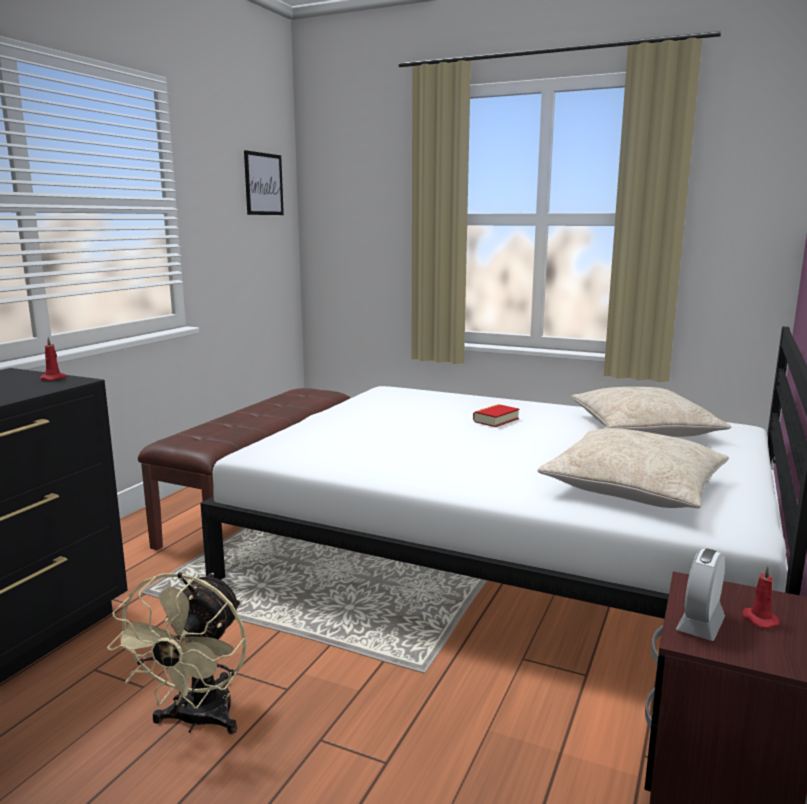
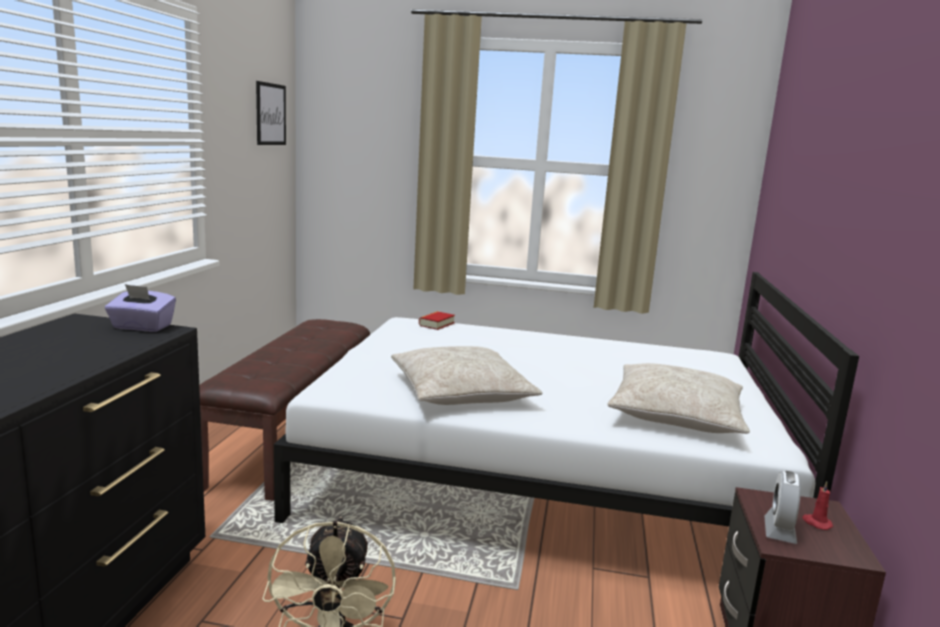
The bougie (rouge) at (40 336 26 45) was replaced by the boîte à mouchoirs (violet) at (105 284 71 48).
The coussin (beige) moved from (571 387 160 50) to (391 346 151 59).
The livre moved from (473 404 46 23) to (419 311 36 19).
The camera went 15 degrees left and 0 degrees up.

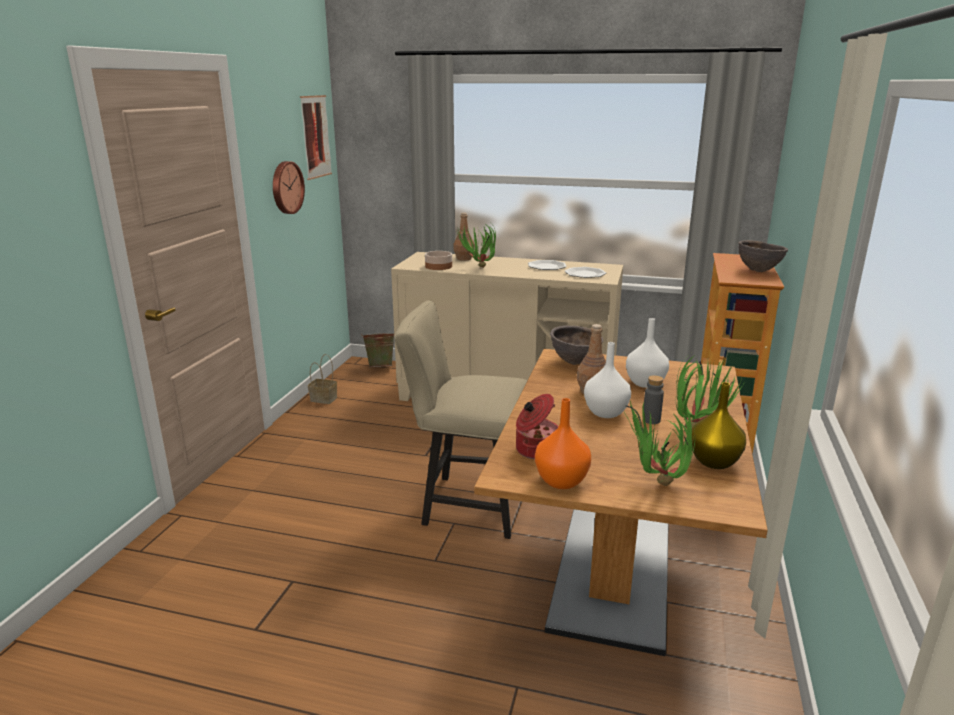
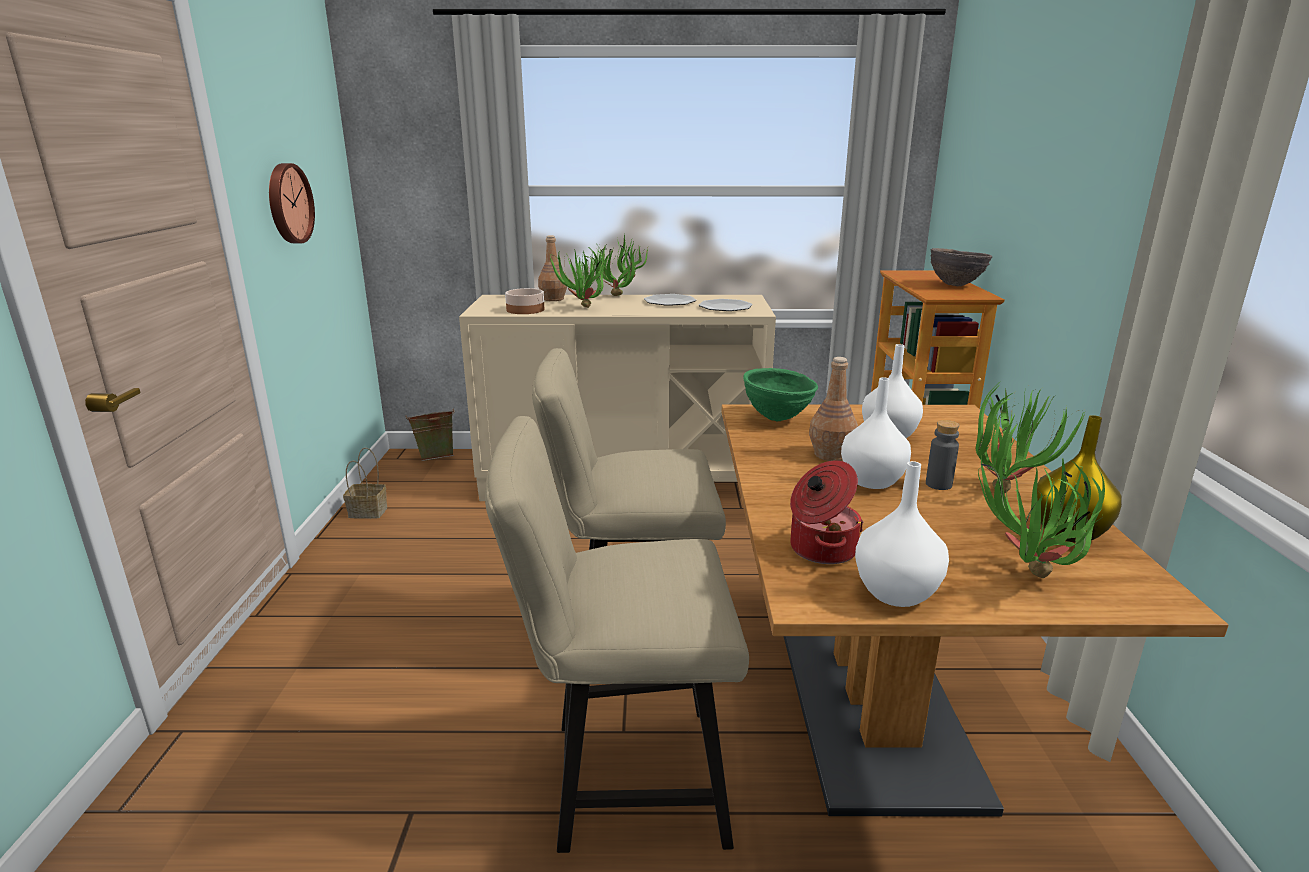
The tableau at (300 95 32 85) disappeared.
The bol (marron) at (550 326 53 39) became the bol (vert) at (743 368 75 53).
The vase (orange) at (535 398 56 91) became the vase (blanc) at (855 461 94 146).
The plante en pot at (597 233 51 63) appeared.
The chaise (beige) at (485 416 264 437) appeared.
The camera went 15 degrees left and 0 degrees up.

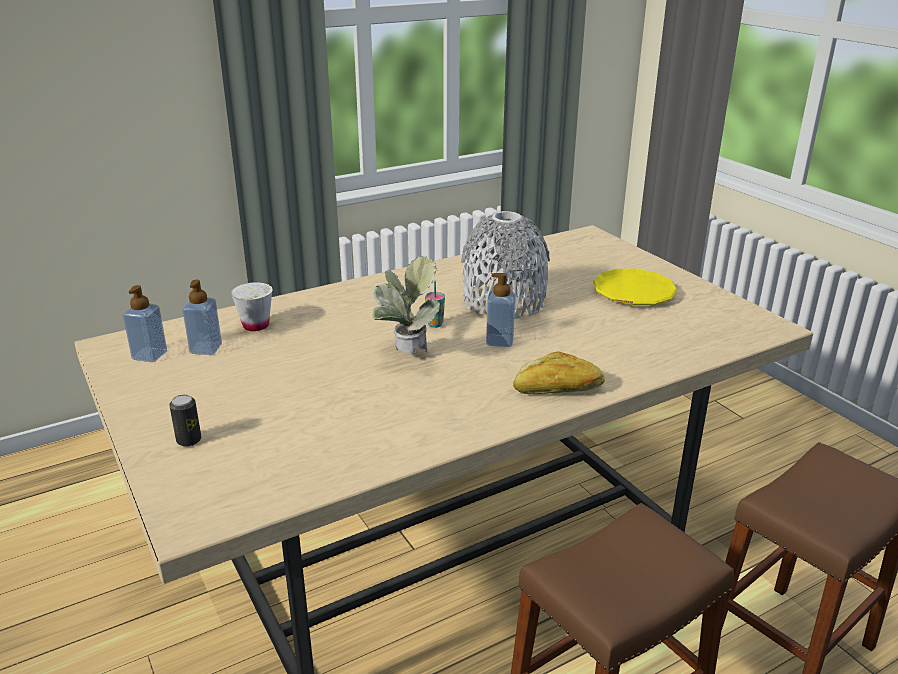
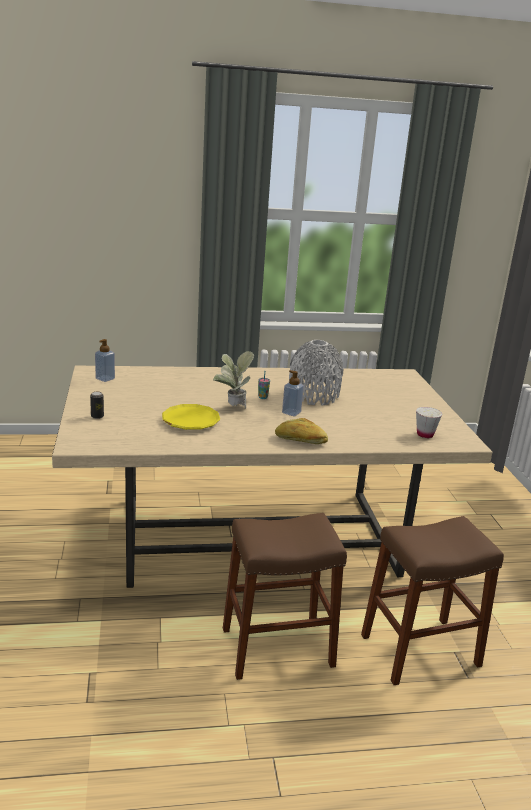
The assiette (jaune) moved from (593 269 84 36) to (162 404 58 26).
The distributeur de savon at (182 280 40 75) disappeared.
The tasse (blanc) moved from (231 282 42 49) to (416 407 26 31).
The camera went 20 degrees right and 5 degrees down.

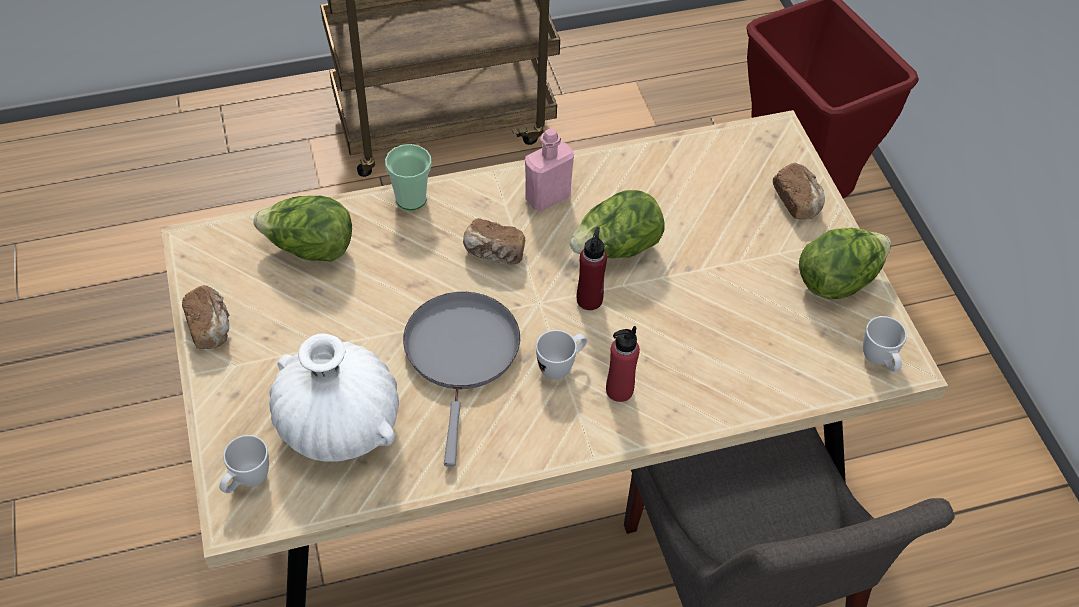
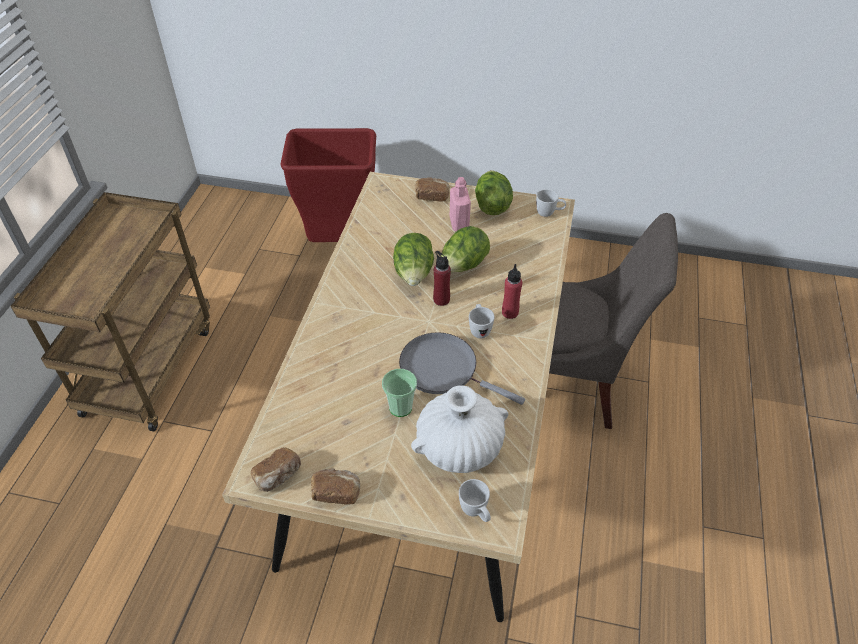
The bouteille (rose) moved from (525 128 49 84) to (450 177 21 54).
The tasse moved from (385 144 47 66) to (382 369 35 48).
The laitue moved from (253 196 99 66) to (441 226 49 47).
The pain moved from (463 218 62 47) to (251 448 50 44).
The camera went 60 degrees left and 5 degrees down.

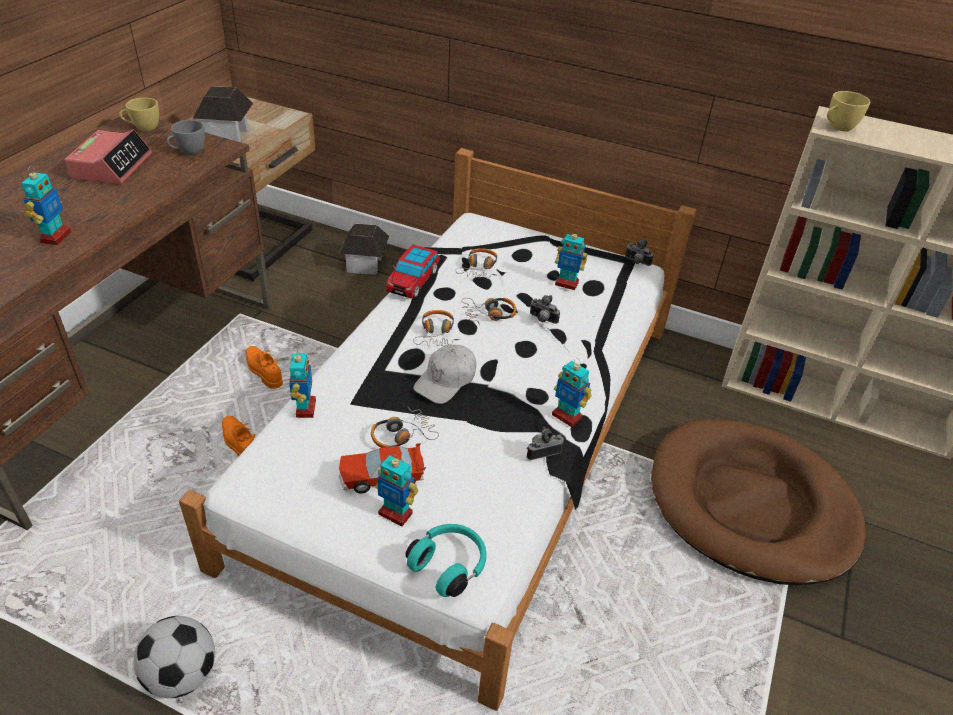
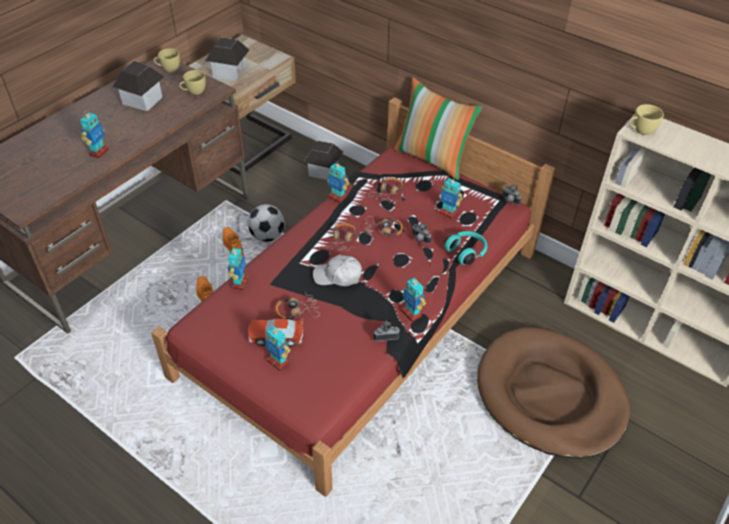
The tasse (gris) at (167 120 38 35) became the tasse (jaune) at (179 70 27 25).
The réveil at (65 129 87 56) was replaced by the maison miniature at (113 61 51 50).
The lit (blanc) at (179 148 517 563) became the lit (rouge) at (151 97 404 400).
The petite voiture at (386 245 53 54) was replaced by the robot jouet at (327 163 22 40).
The casquette (blanc) at (413 344 63 60) turned 45 degrees clockwise.
The casque audio (turquoise) moved from (405 524 82 73) to (444 231 43 34).
The ballon de foot moved from (134 616 81 82) to (248 204 37 38).
The coussin at (394 78 88 102) appeared.
The camera went 15 degrees right and 5 degrees up.

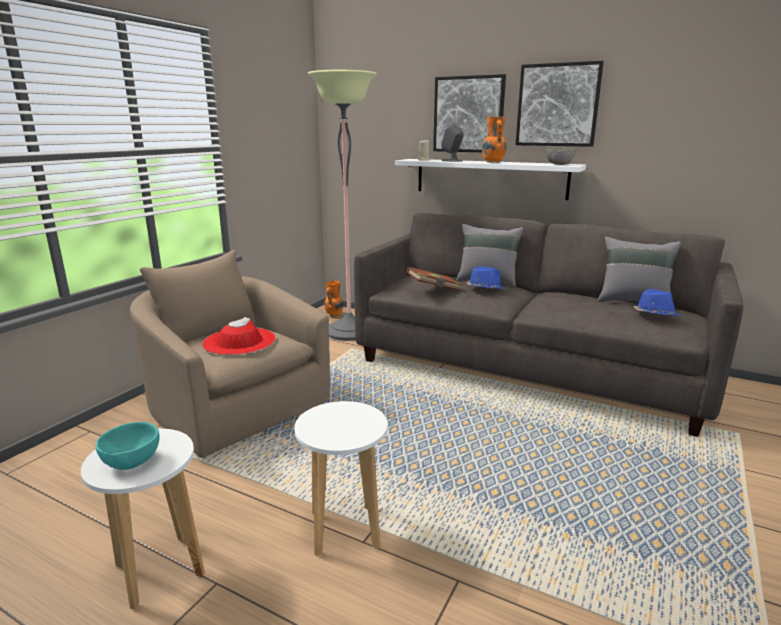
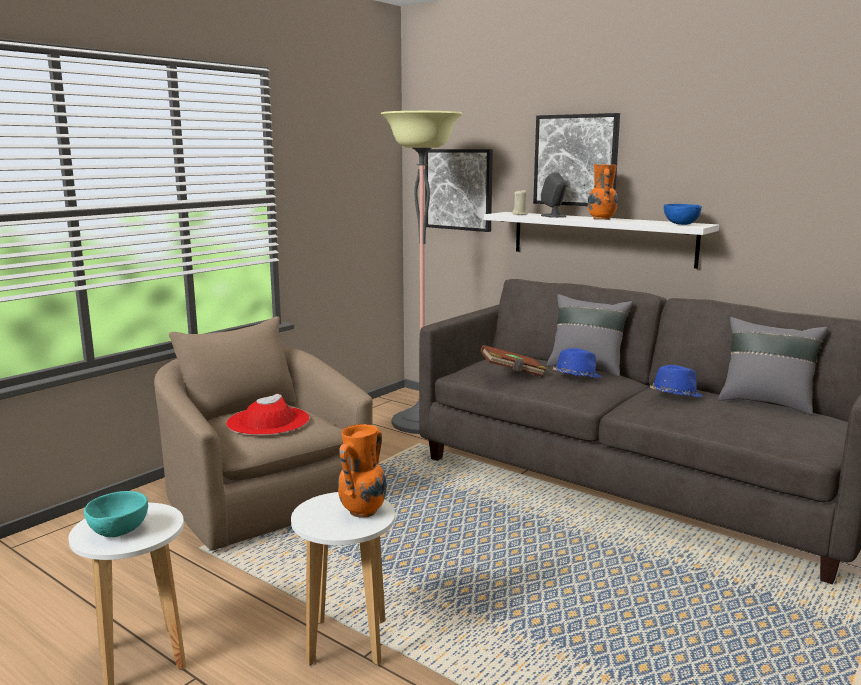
The tableau moved from (516 61 88 86) to (425 149 68 83).
The bol (gris) at (546 148 30 17) became the bol (bleu) at (664 204 38 21).
The vase (orange) moved from (325 281 18 36) to (338 424 49 94).
The chapeau (bleu) moved from (634 289 47 27) to (650 365 53 32).
The camera went 10 degrees right and 5 degrees down.

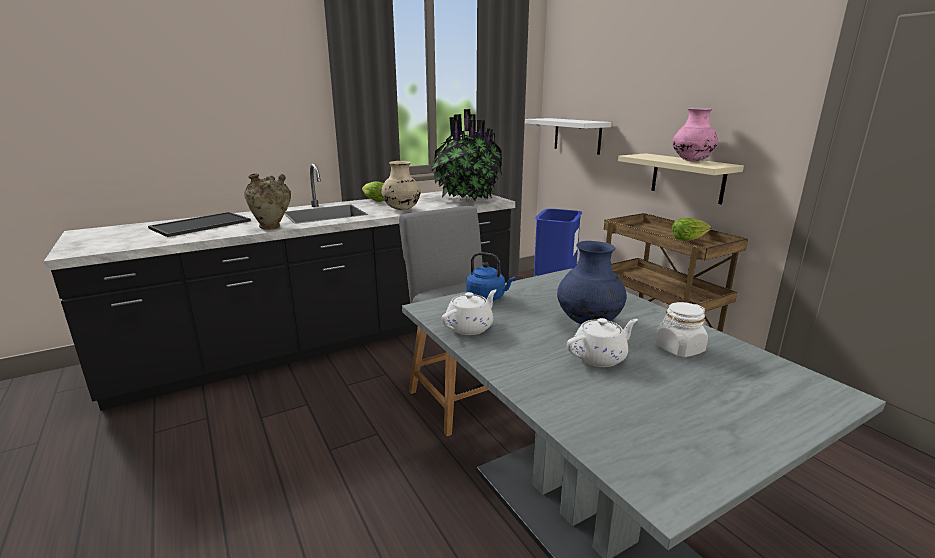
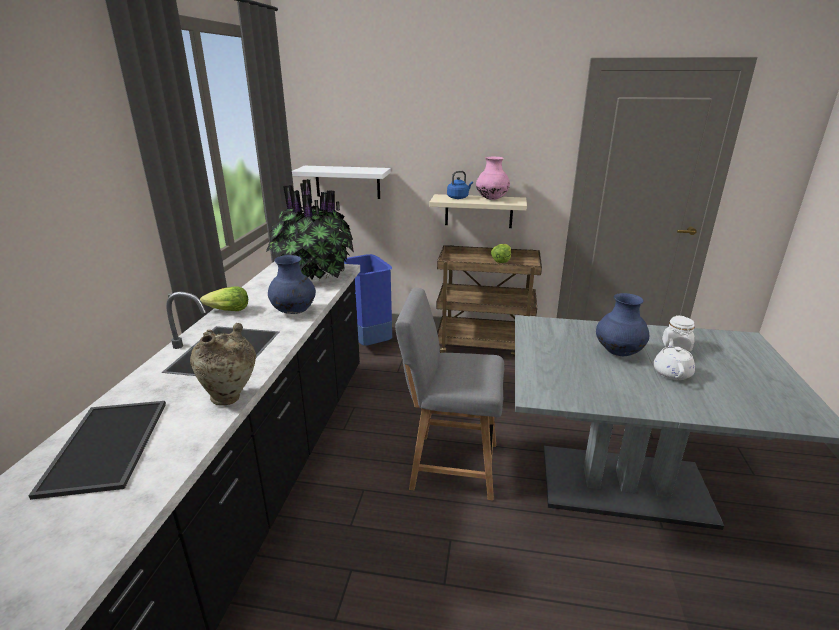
The vase (beige) at (381 161 40 50) became the vase (bleu) at (268 255 48 59).
The bouilloire (bleu) moved from (466 252 49 49) to (447 171 26 28).
The théière (blanc) at (442 290 55 45) disappeared.
The camera went 50 degrees left and 5 degrees up.

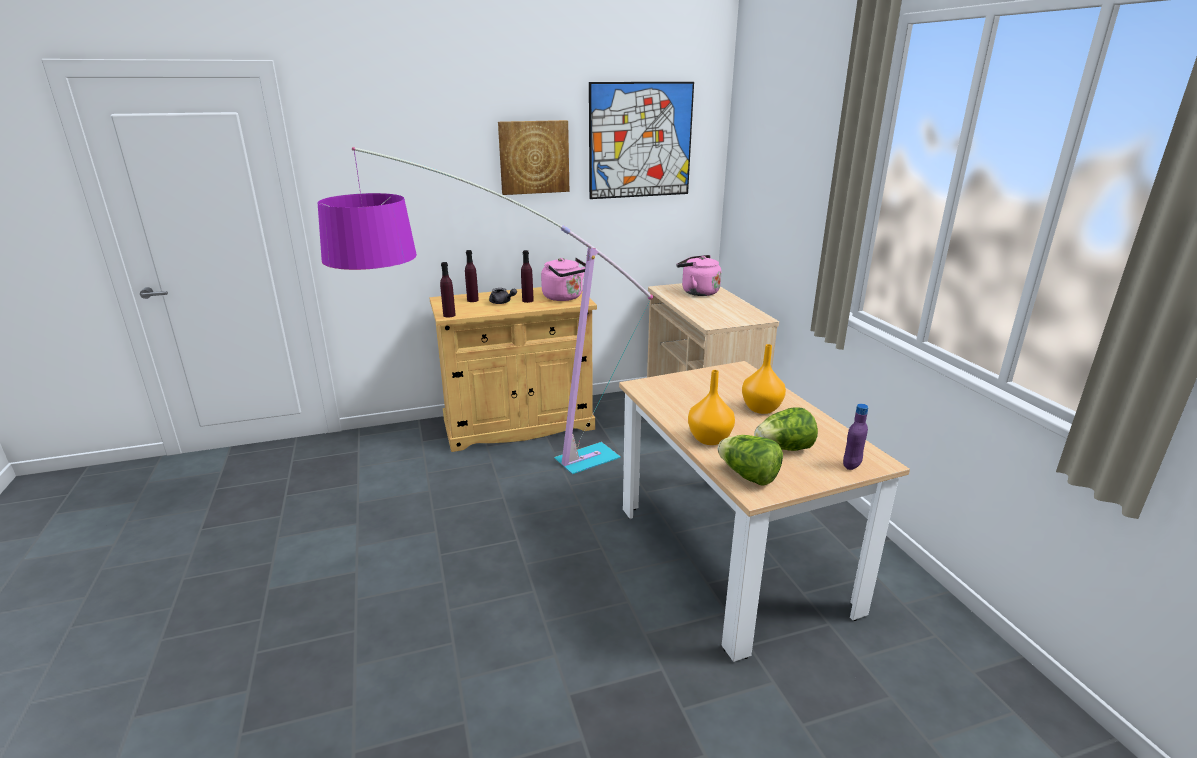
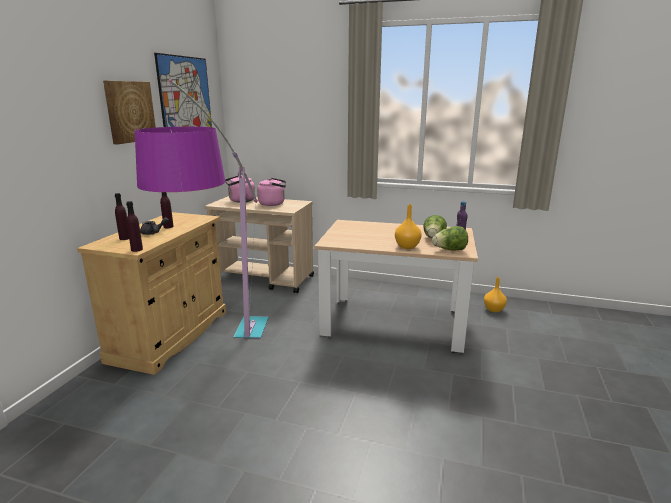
The bouilloire (rose) moved from (541 258 45 43) to (257 178 29 28).
The vase (orange) moved from (742 344 44 70) to (484 277 23 35).
The camera went 55 degrees left and 5 degrees down.

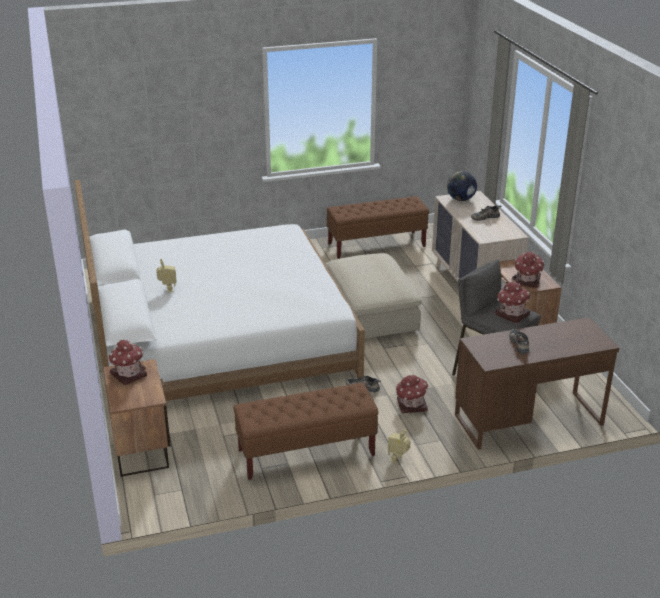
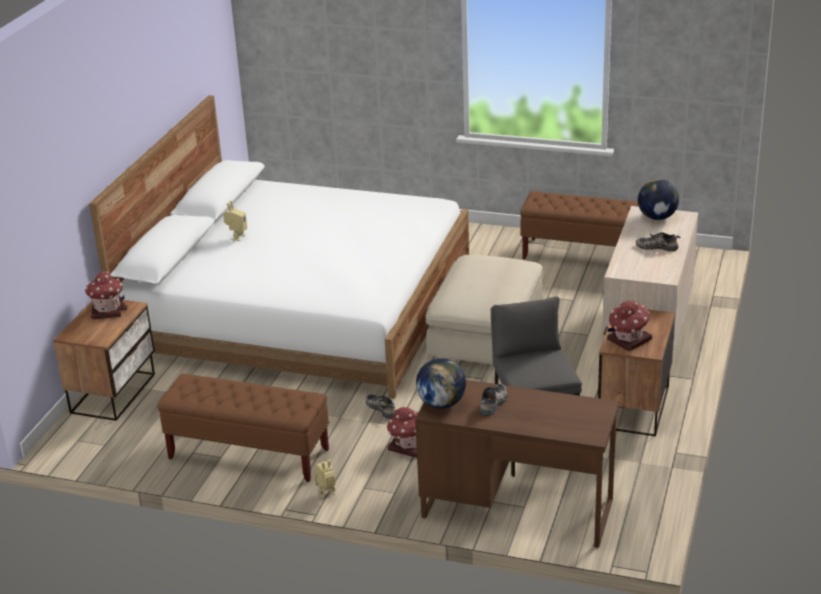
The maison miniature at (494 282 36 42) disappeared.
The globe at (416 358 50 50) appeared.
The camera went 35 degrees right and 0 degrees up.

